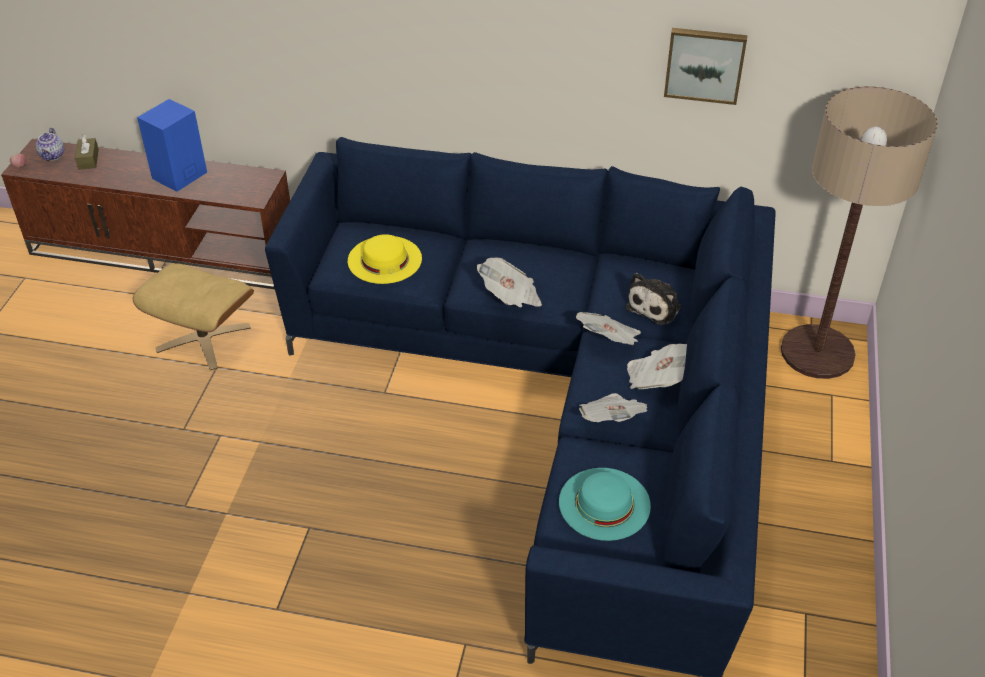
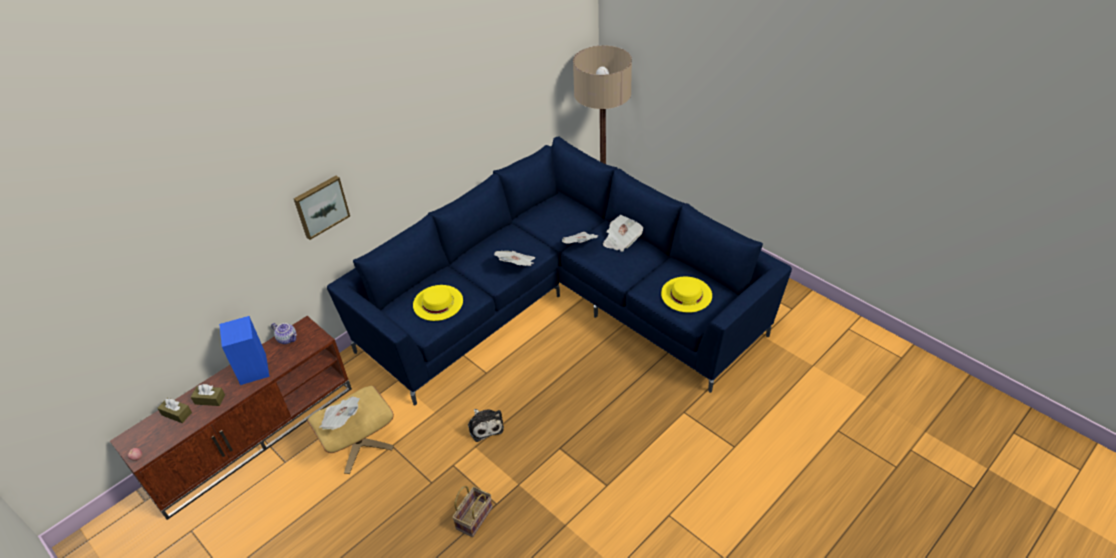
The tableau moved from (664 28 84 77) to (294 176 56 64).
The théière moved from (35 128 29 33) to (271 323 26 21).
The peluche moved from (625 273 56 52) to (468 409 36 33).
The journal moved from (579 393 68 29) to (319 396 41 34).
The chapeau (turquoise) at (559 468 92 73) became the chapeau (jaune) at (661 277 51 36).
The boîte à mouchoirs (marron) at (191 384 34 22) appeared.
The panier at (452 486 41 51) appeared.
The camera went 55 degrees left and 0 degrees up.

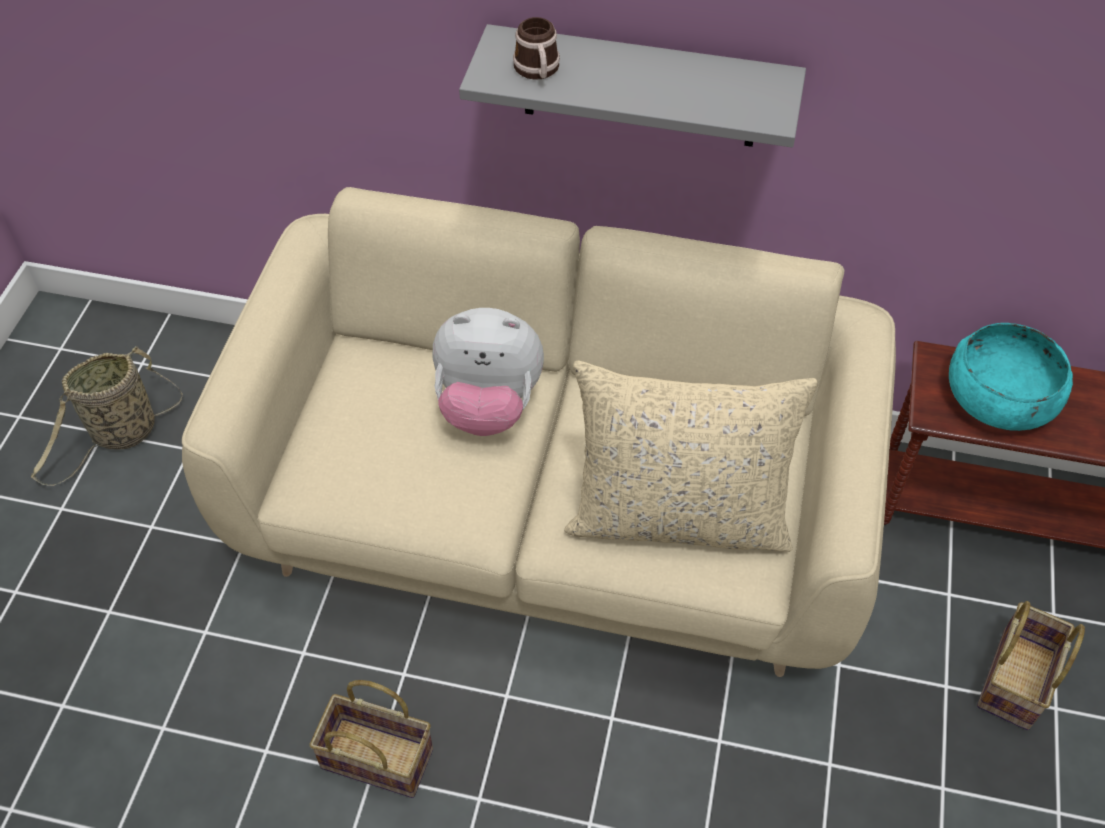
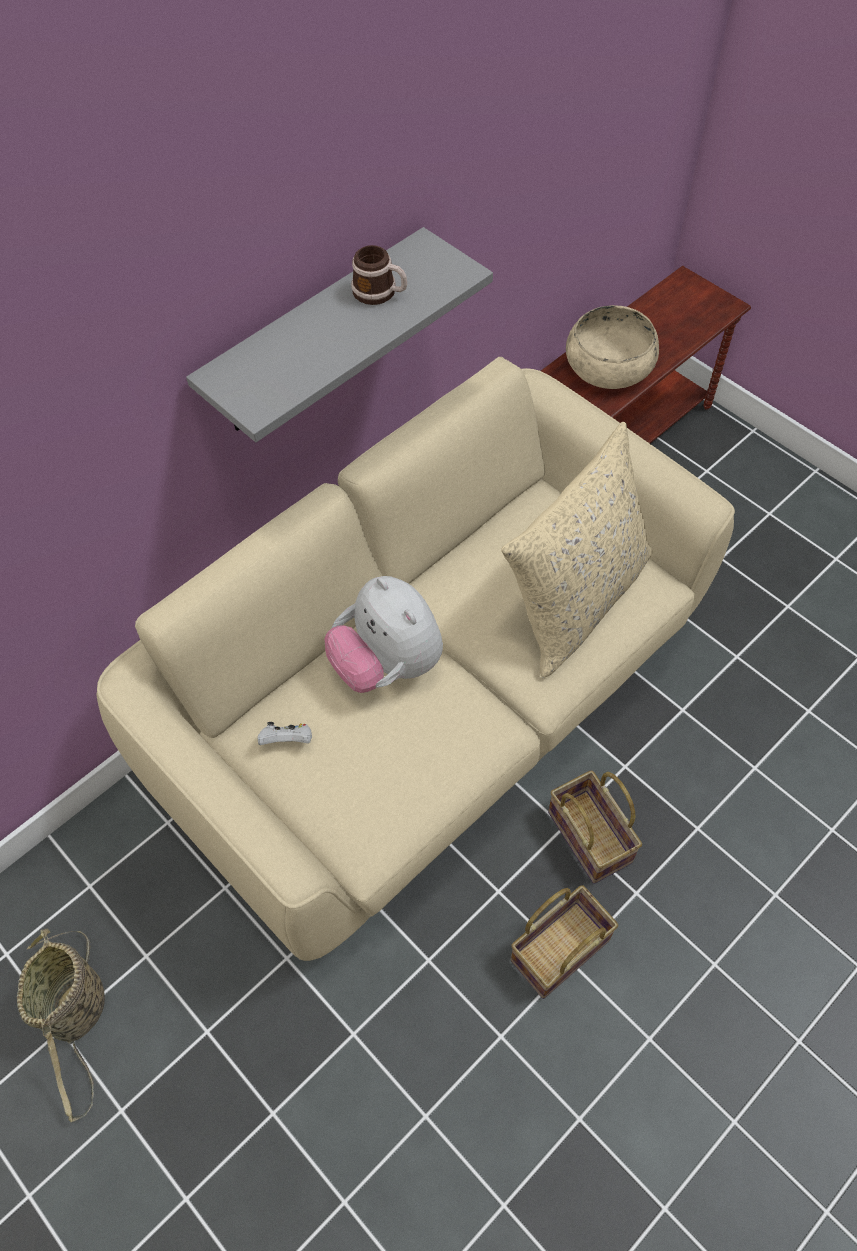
The mug moved from (513 17 47 63) to (351 245 56 60).
The peluche at (432 308 112 128) turned 105 degrees clockwise.
The bol (turquoise) at (949 323 124 108) became the bol (beige) at (566 305 93 84).
The panier moved from (977 601 108 129) to (548 771 94 113).
The manette (blanc) at (258 722 54 23) appeared.
The camera went 55 degrees left and 5 degrees up.

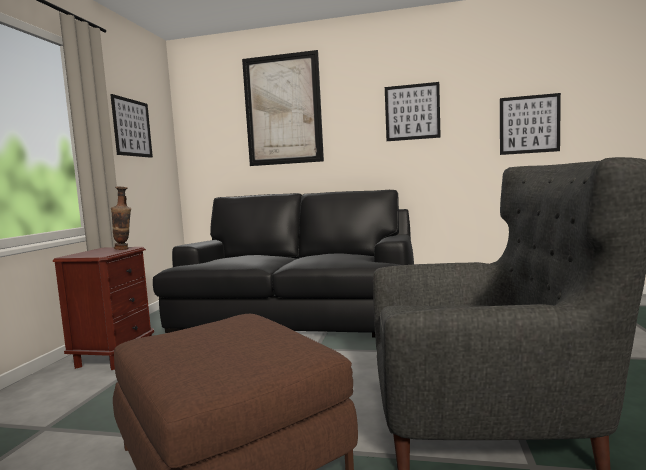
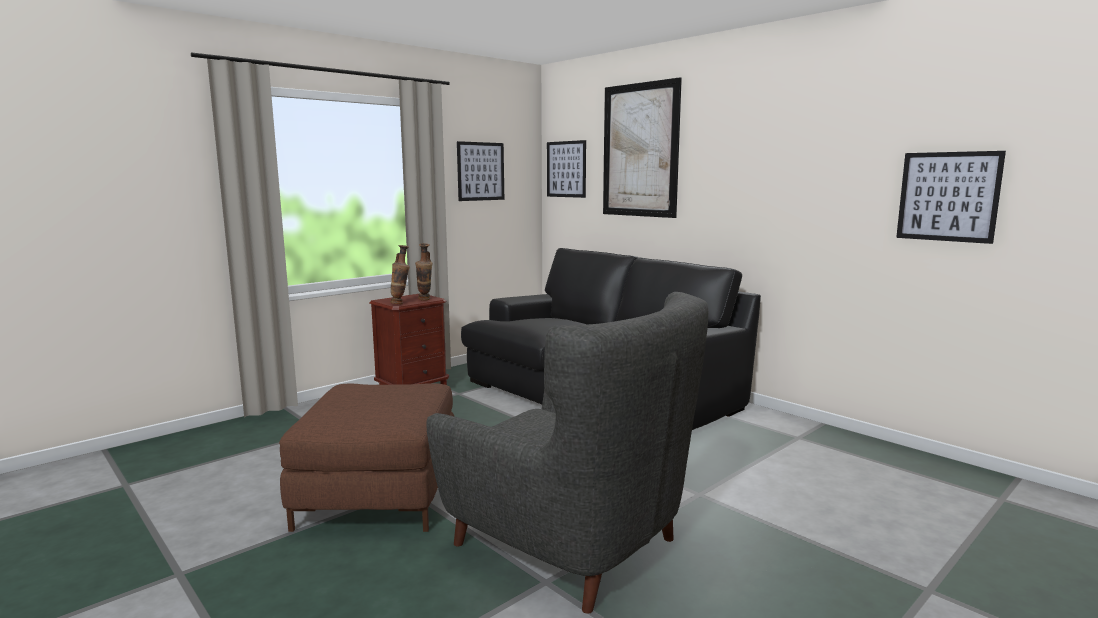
The tableau moved from (385 82 56 59) to (547 140 39 58).
The vase at (390 245 20 59) appeared.
The camera went 35 degrees right and 5 degrees up.

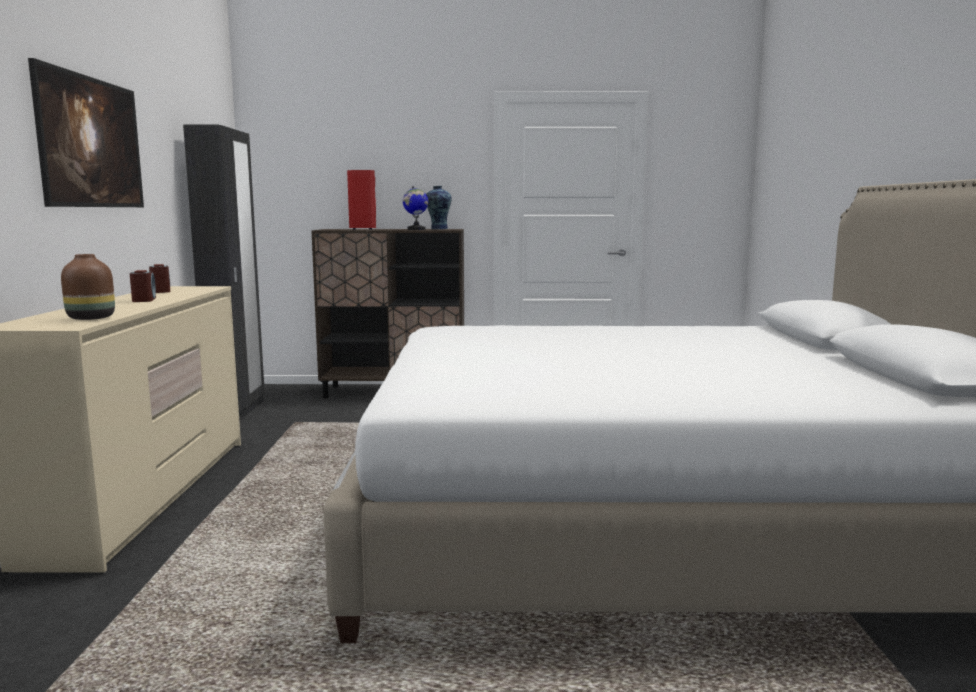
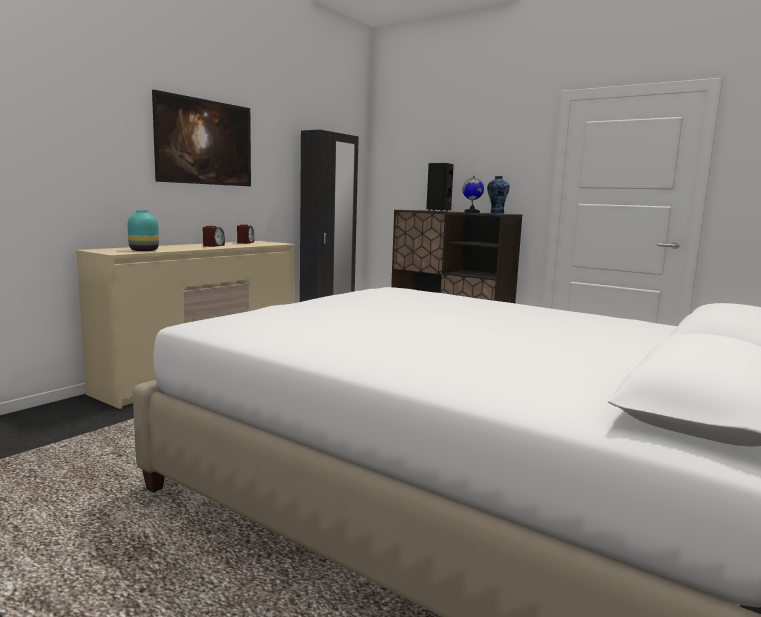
The enceinte (rouge) at (347 170 29 60) became the enceinte (noir) at (426 163 28 48).
The vase (marron) at (61 254 54 66) became the vase (turquoise) at (128 210 31 41).
The camera went 35 degrees right and 0 degrees up.

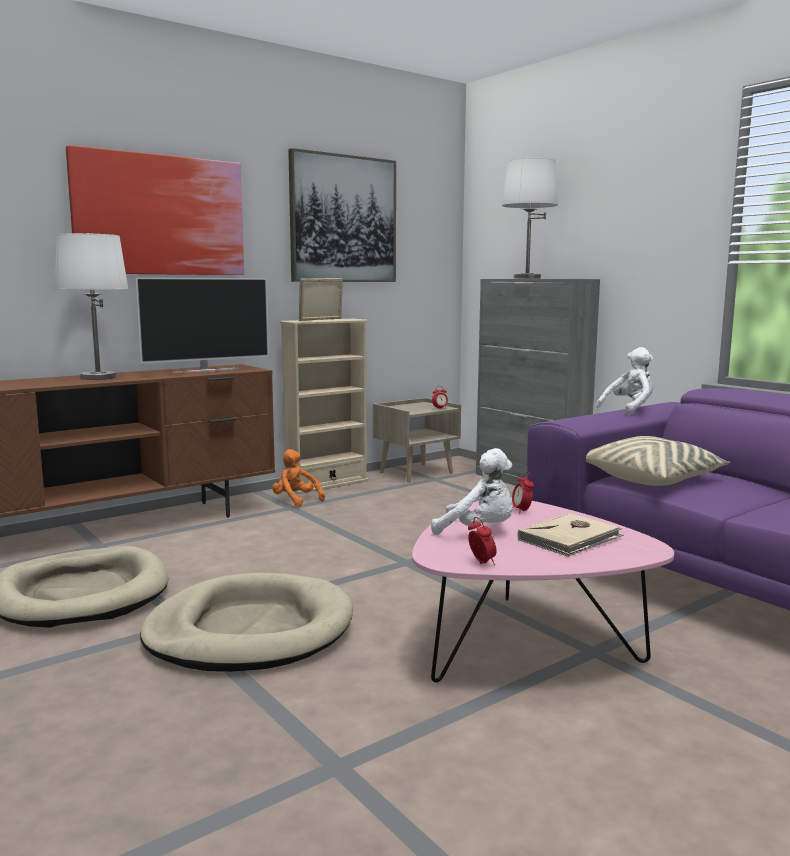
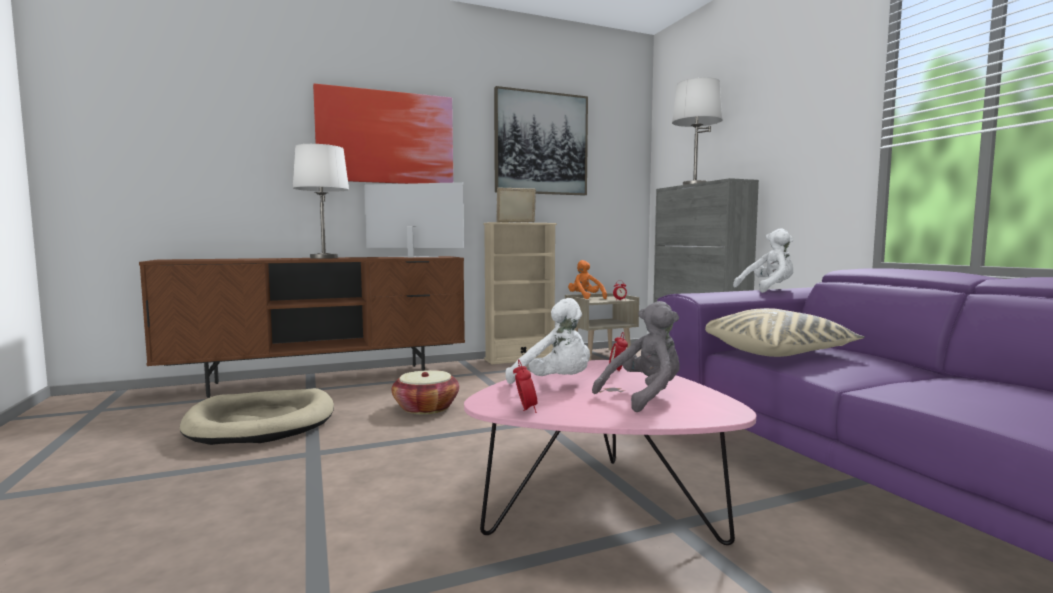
The téléviseur at (135 277 134 96) turned 150 degrees counterclockwise.
The peluche (orange) moved from (272 449 53 58) to (568 260 39 39).
The livre (beige) at (518 513 106 44) was replaced by the peluche (gris) at (592 301 88 111).
The panier pour chien (beige) at (140 573 213 99) disappeared.
The panier at (392 370 67 44) appeared.
The camera went 15 degrees right and 5 degrees down.

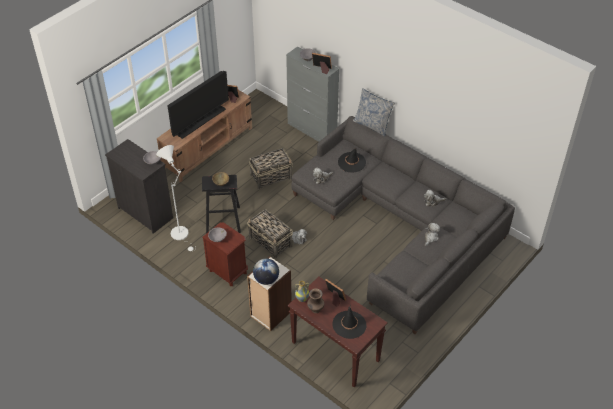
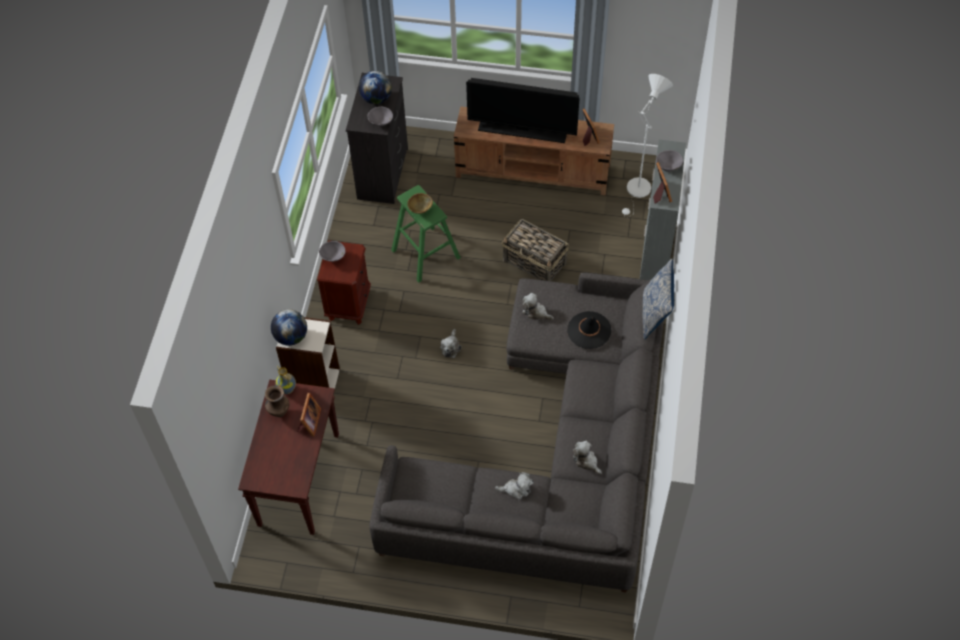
The lampadaire (blanc) moved from (156 145 40 106) to (622 74 51 144).
The tabouret (noir) at (202 175 39 59) became the tabouret (vert) at (391 185 70 98).
The panier at (247 209 46 50) disappeared.
The chapeau (noir) at (332 305 35 34) disappeared.
The globe at (359 71 33 33) appeared.
The camera went 60 degrees right and 10 degrees up.

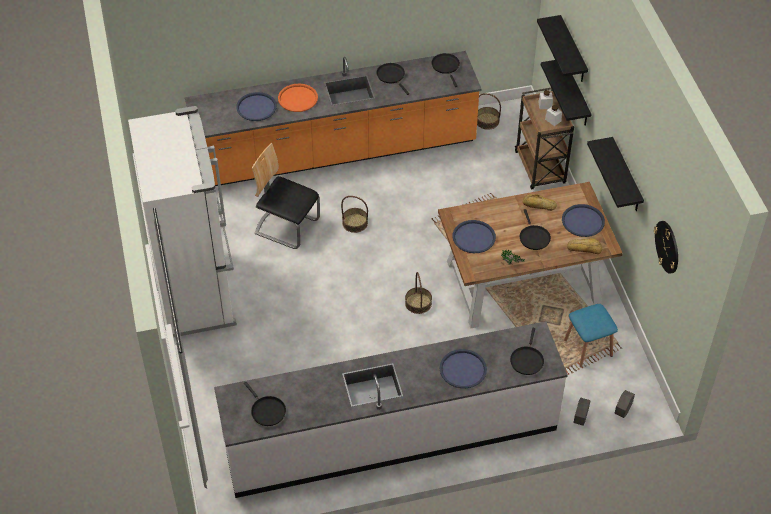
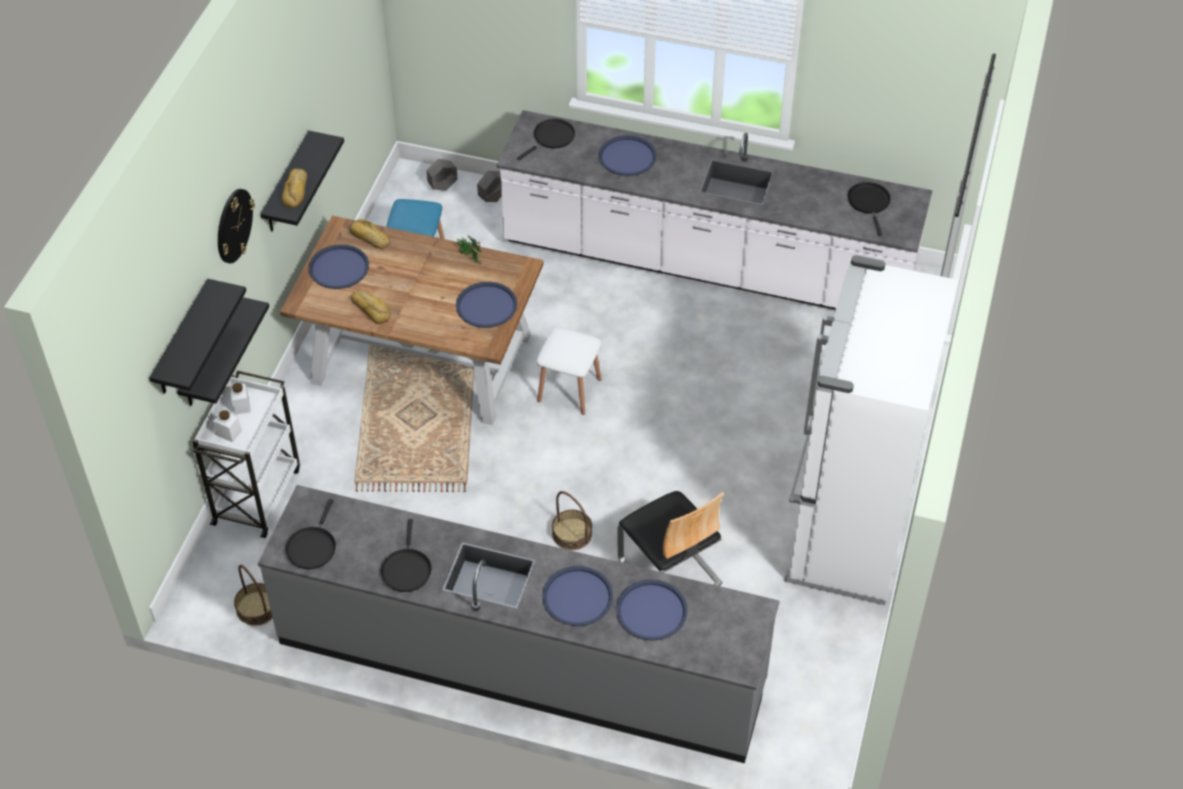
The comptoir de cuisine (orange) at (185 51 297 135) became the comptoir de cuisine (gris) at (258 485 522 278).
The plateau (orange) at (278 84 40 28) became the plateau (bleu) at (542 566 71 60).
The chariot (marron) at (515 88 59 101) became the chariot (blanc) at (192 371 108 167).
The poêle (noir) at (520 209 31 41) disappeared.
The horloge murale moved from (654 221 24 53) to (218 189 37 74).
The panier at (405 272 27 42) was replaced by the tabouret (blanc) at (536 327 65 88).
The pain at (282 169 25 39) appeared.
The camera went 150 degrees left and 0 degrees up.

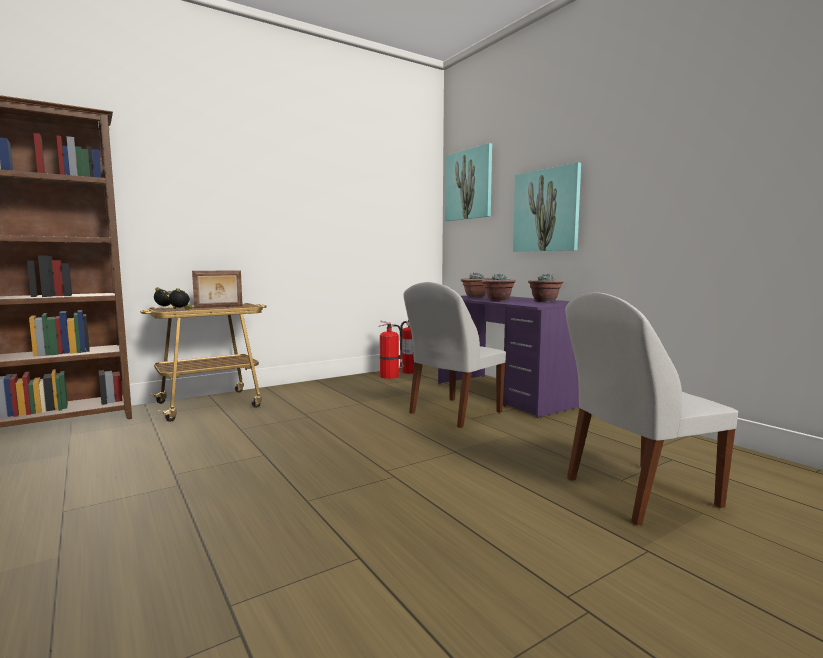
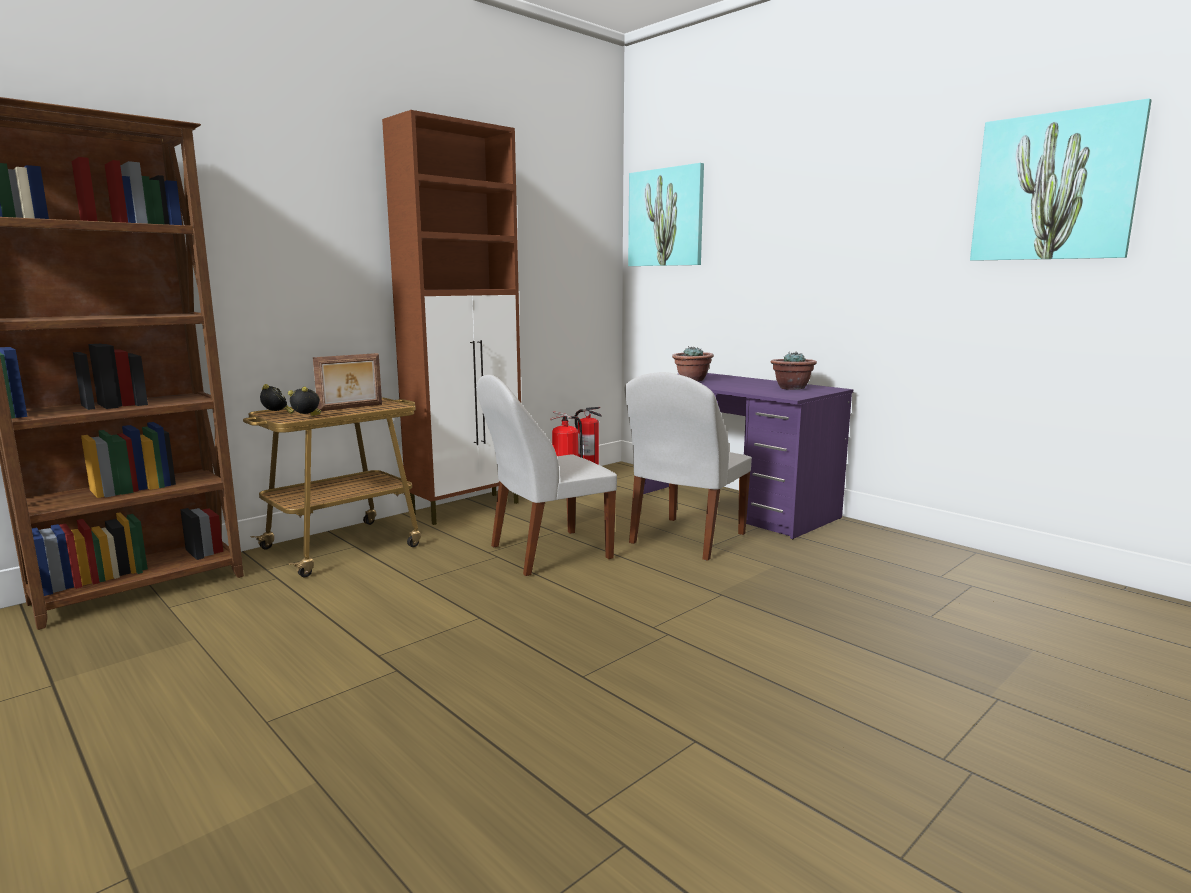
The tableau moved from (513 162 68 90) to (970 98 182 163).
The plante en pot at (482 274 34 28) disappeared.
The chaise (blanc) moved from (565 292 173 233) to (476 375 141 201).
The meuble de rangement (marron) at (382 110 139 415) appeared.
The camera went 10 degrees left and 5 degrees up.

